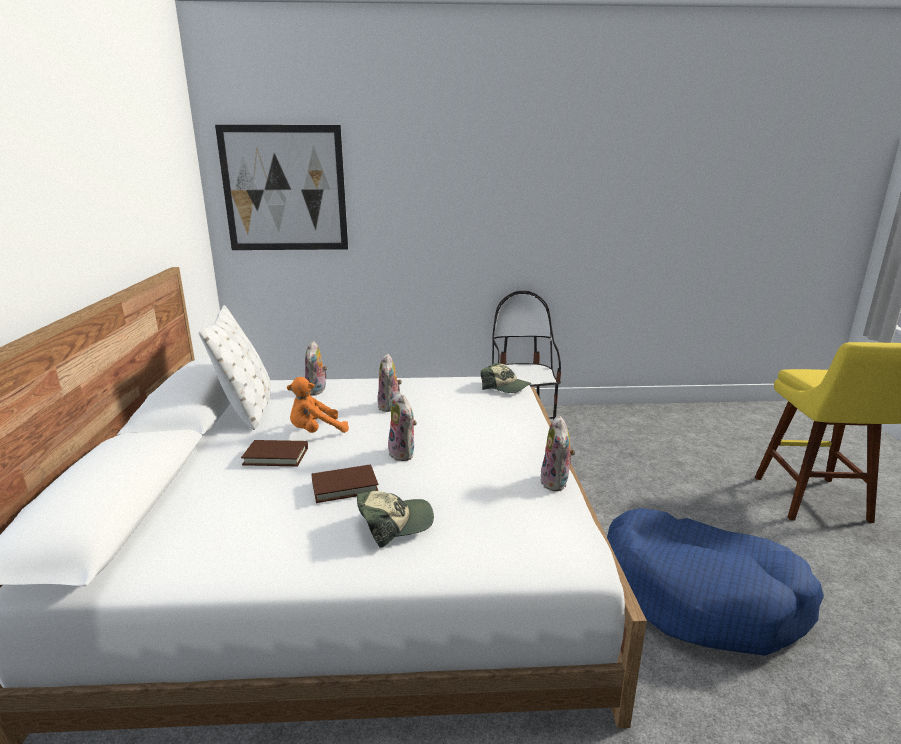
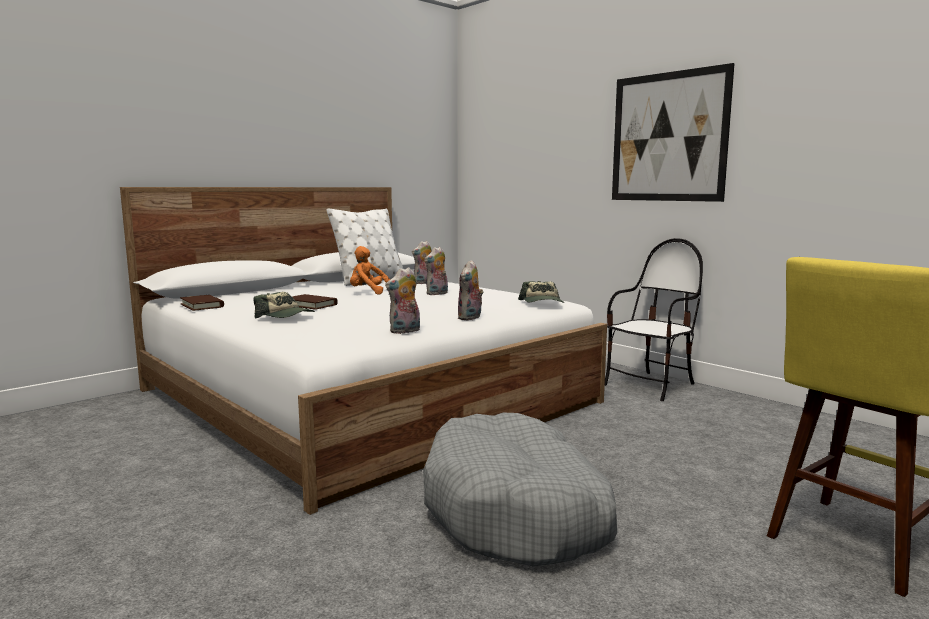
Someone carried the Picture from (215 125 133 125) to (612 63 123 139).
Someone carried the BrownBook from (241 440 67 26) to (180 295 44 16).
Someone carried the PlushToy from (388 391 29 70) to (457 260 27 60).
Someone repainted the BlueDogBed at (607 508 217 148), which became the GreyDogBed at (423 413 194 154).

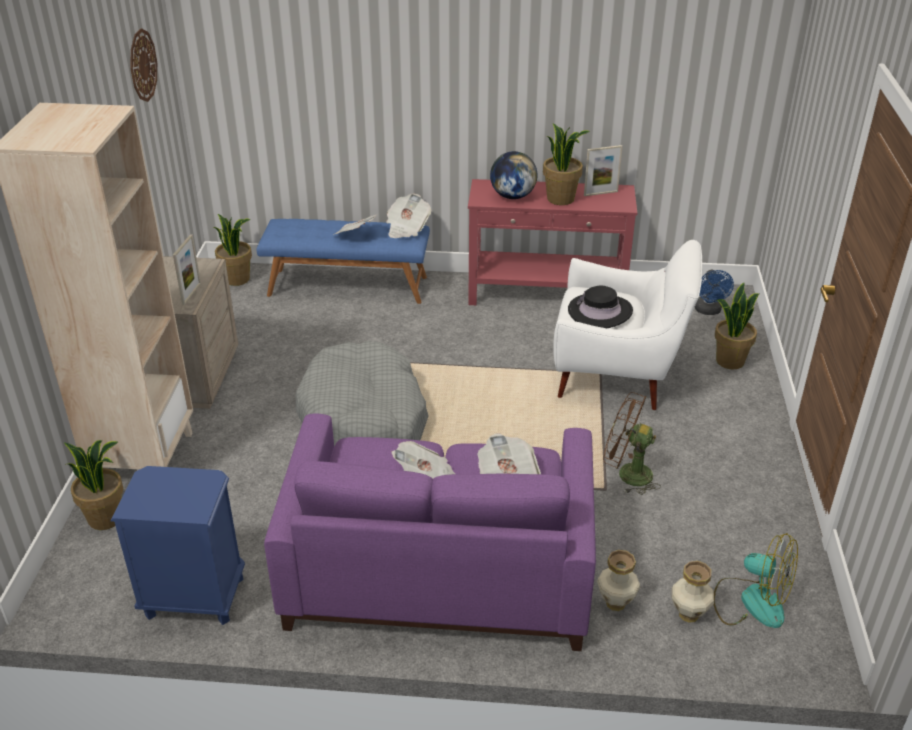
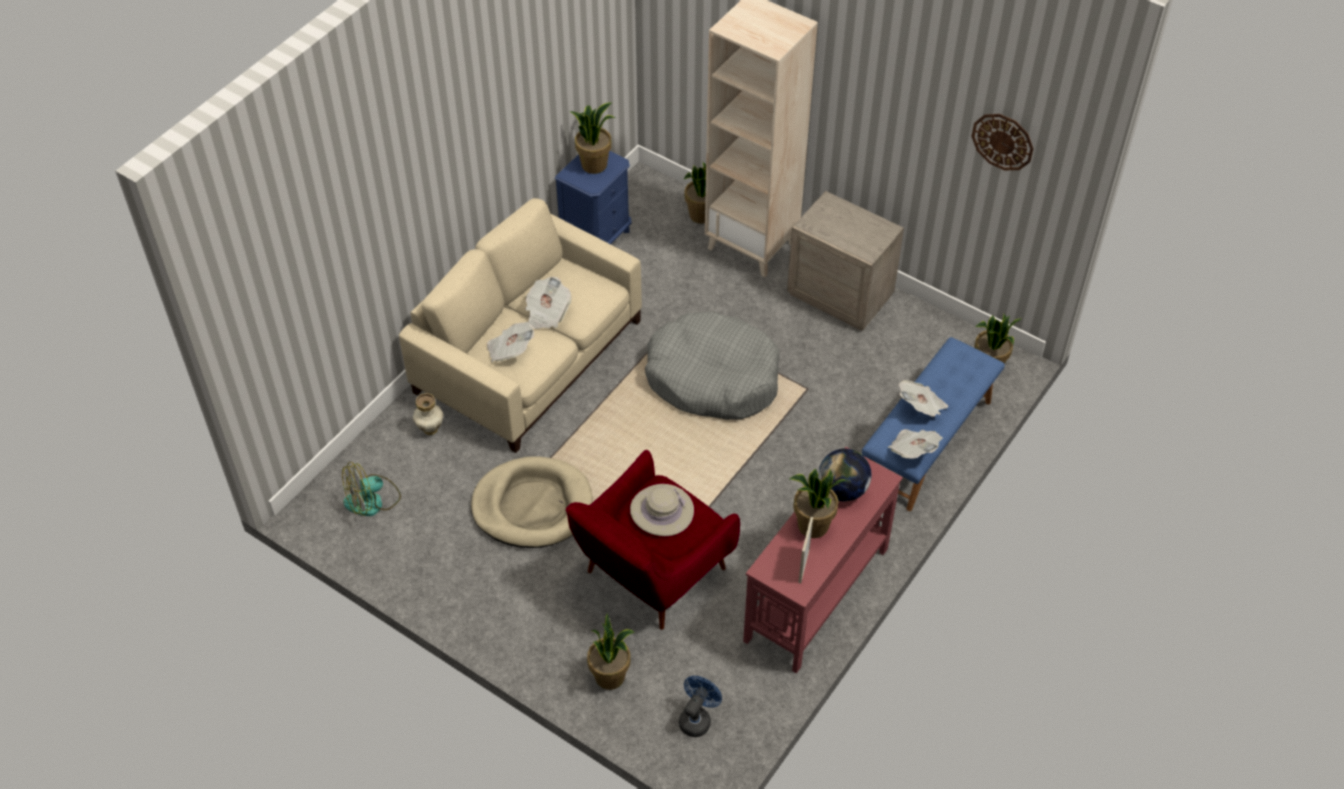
Someone took away the PictureFrame at (173 234 28 71).
Someone repainted the PurpleSofa at (264 414 332 237), which became the BeigeSofa at (399 198 243 255).
Someone repainted the WhiteArmchair at (553 240 149 170), which became the RedArmchair at (566 450 174 180).
Someone repainted the BlackHat at (568 286 65 42), which became the BeigeHat at (630 484 64 52).
Someone swapped the BrownFan at (603 392 58 103) for the BeigeDogBed at (471 456 122 92).
Someone took away the Vase at (672 561 42 62).
Someone rotated the BlueFan at (695 270 39 45) by 90 degrees clockwise.
Someone put down the PottedPlant at (569 102 46 72).

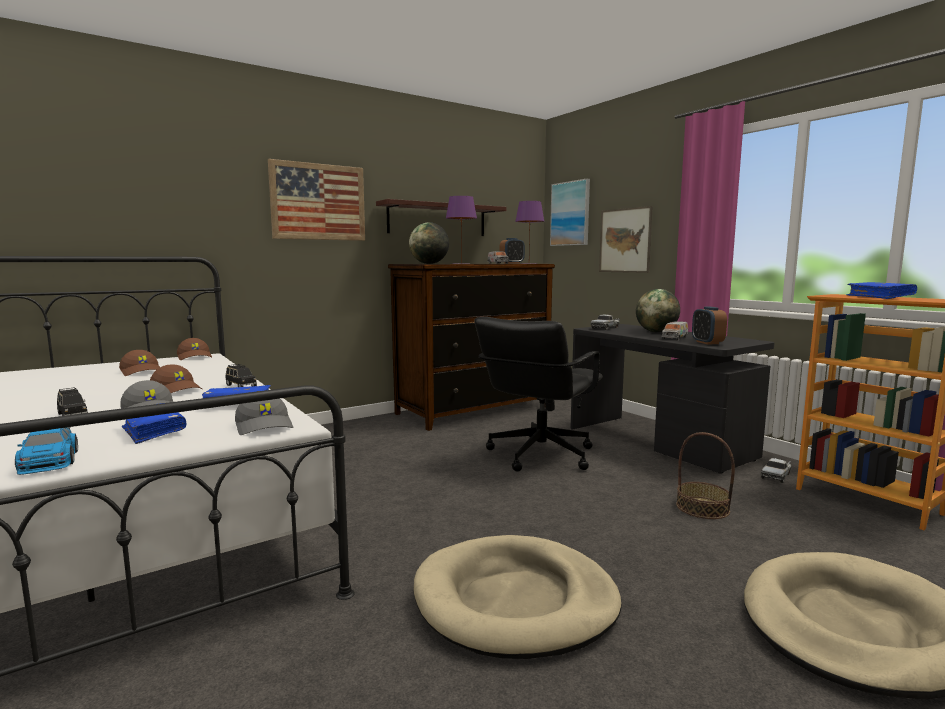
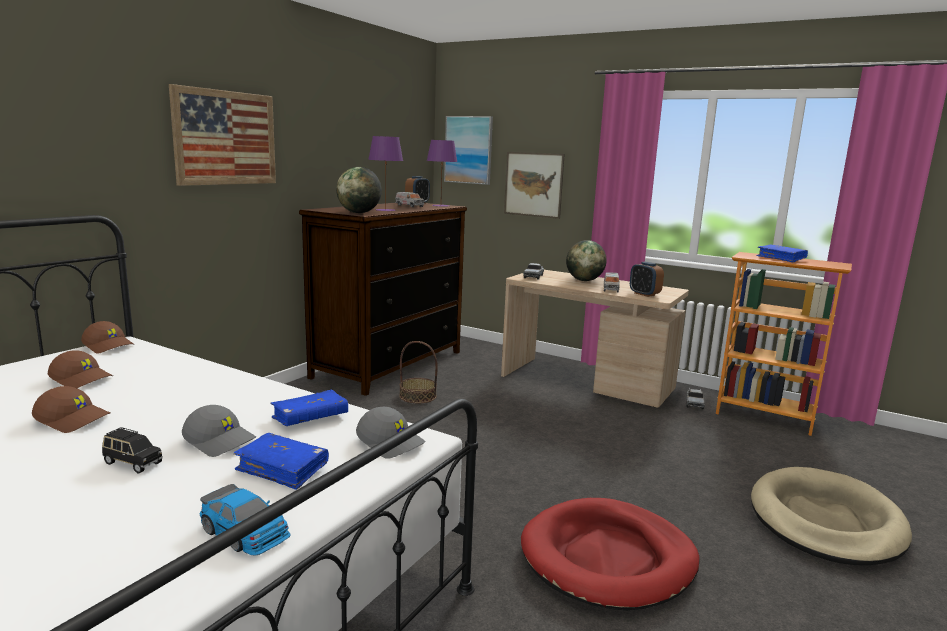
Someone carried the BrownCap from (150 365 52 28) to (32 386 78 47).
Someone took away the BlackToyCar at (226 364 31 23).
Someone took away the Shelf at (376 199 130 37).
Someone repainted the BeigeDogBed at (413 535 209 124), which became the RedDogBed at (521 498 179 113).
Someone took away the BlackOfficeChair at (474 317 128 155).
Someone repainted the BlackDesk at (570 324 204 150), which became the BeigeDesk at (501 270 188 137).
Someone carried the Basket from (676 432 59 87) to (399 341 39 62).

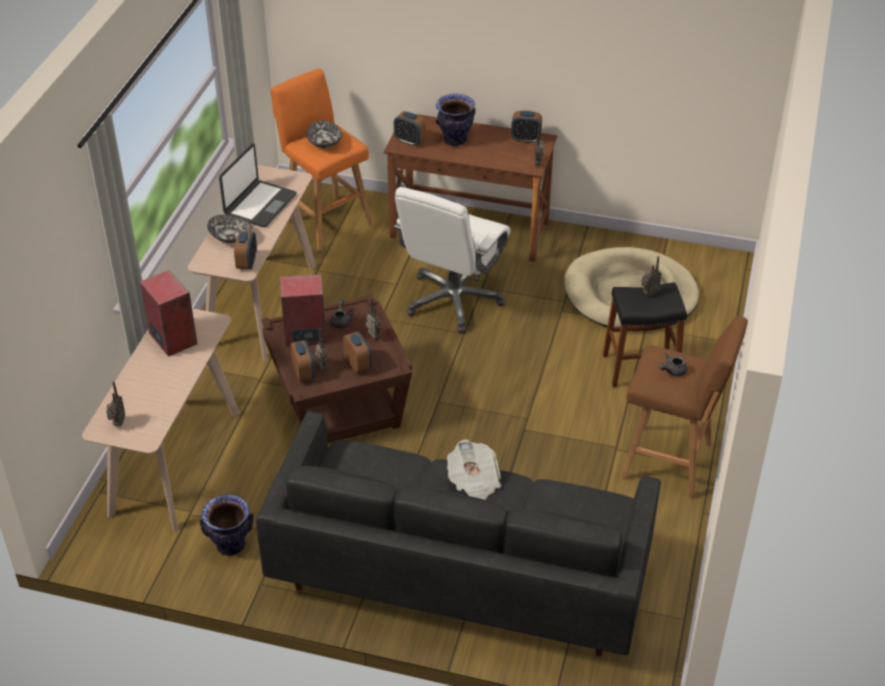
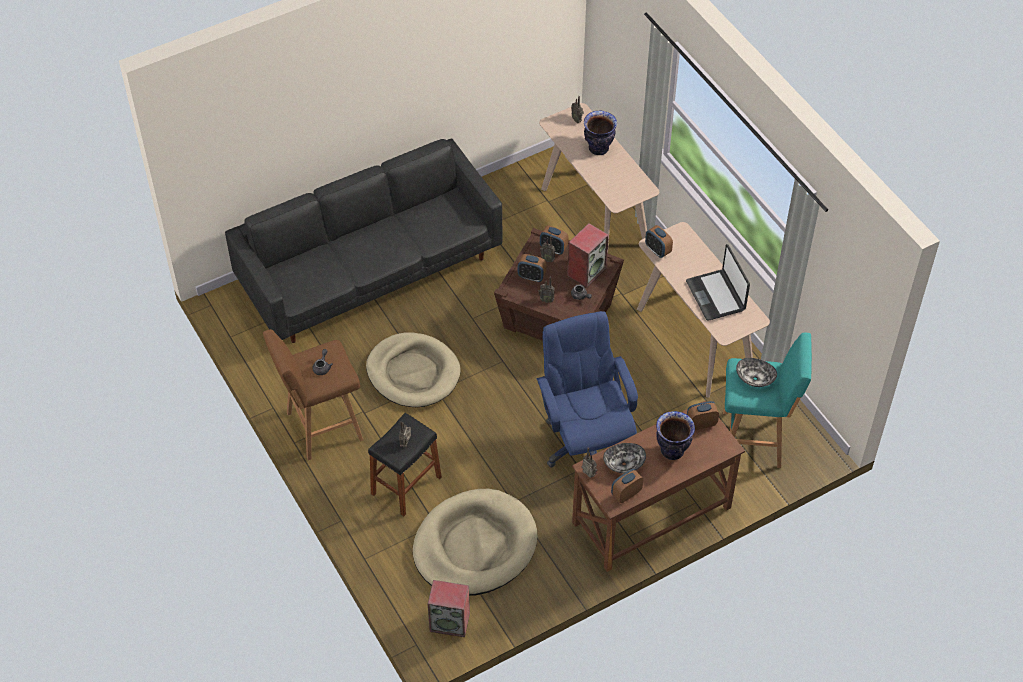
Someone carried the Speaker from (140 270 58 87) to (428 580 42 57).
Someone carried the Vase from (200 494 54 62) to (584 110 33 45).
Someone carried the Bowl from (207 215 45 28) to (603 443 43 30).
Someone repainted the OrangeStool at (270 69 103 182), which became the TurquoiseStool at (723 333 89 135).
Someone repainted the WhiteOfficeChair at (394 187 116 146), which became the BlueOfficeChair at (536 311 102 157).
Someone took away the Newspaper at (447 439 54 61).
Someone put down the BeigeDogBed at (366 332 94 75).

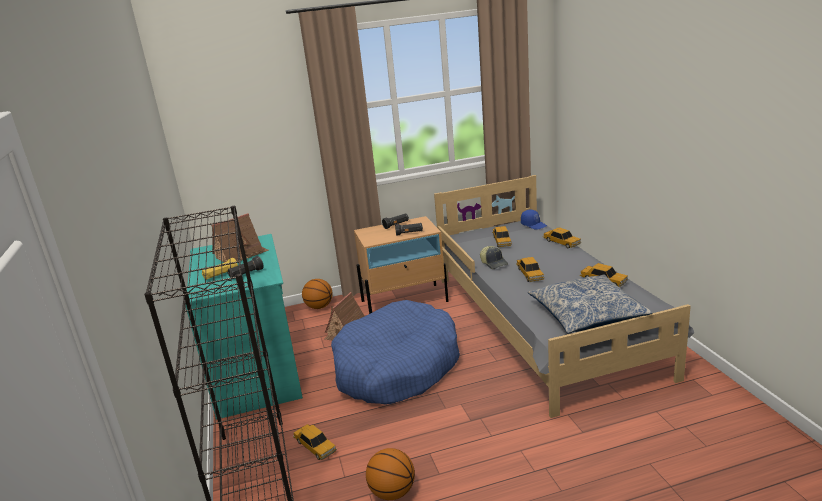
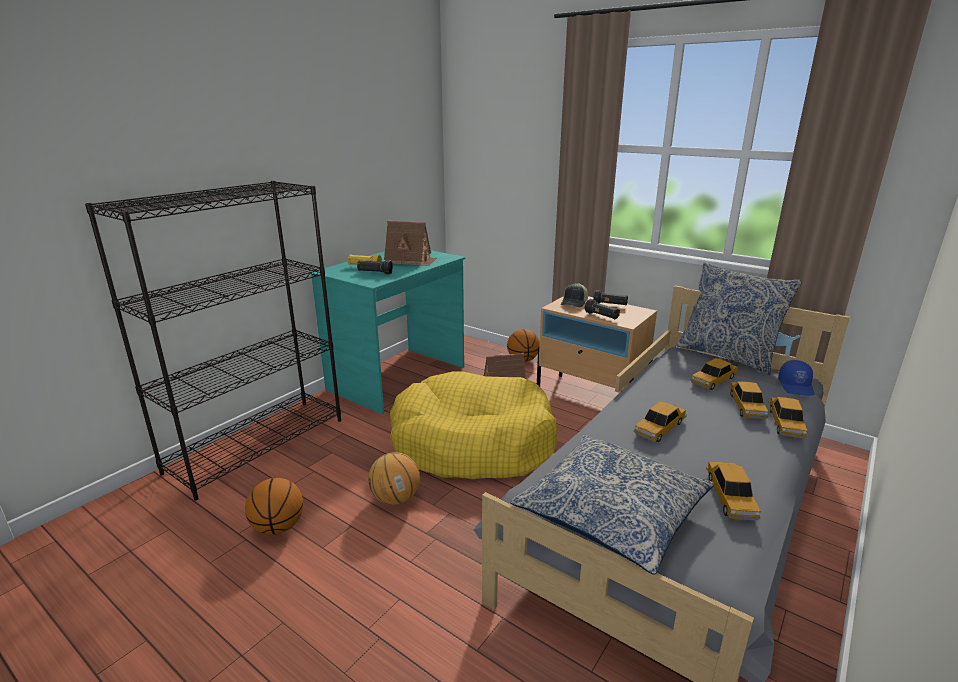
Someone carried the ToyCar from (293 424 44 36) to (729 382 39 37).
Someone repainted the BlueDogBed at (331 300 129 104), which became the YellowDogBed at (390 371 167 108).
Someone carried the Cap from (480 246 28 23) to (561 283 27 24).
Someone put down the Basketball at (368 452 52 53).
Someone put down the Pillow at (676 262 126 113).

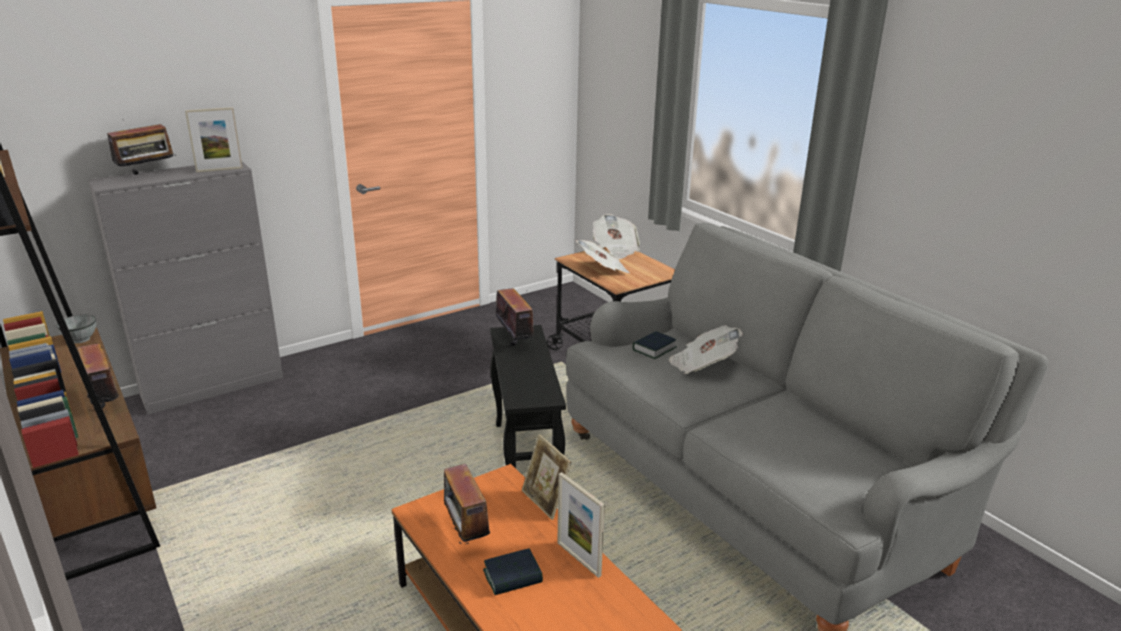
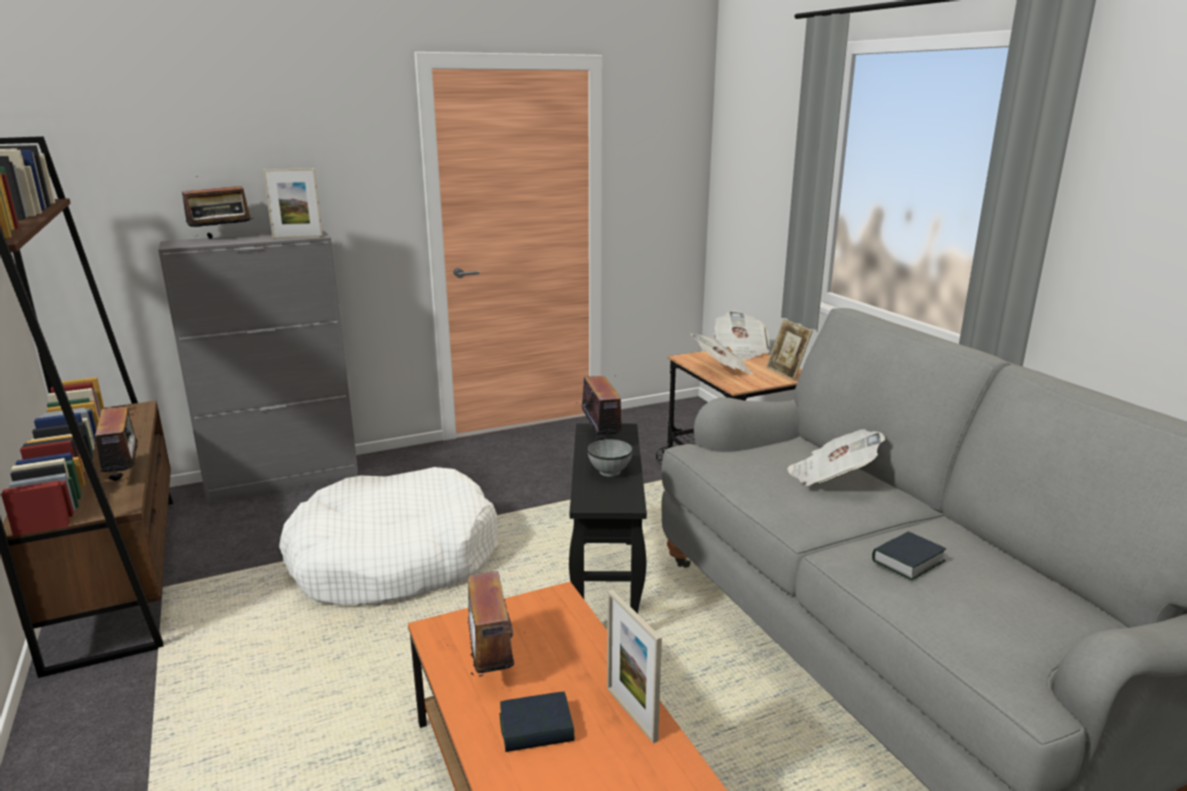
Someone carried the GreyBowl from (57 315 39 28) to (587 439 46 38).
Someone carried the PictureFrame from (522 434 49 86) to (766 319 47 62).
Someone carried the Book from (633 331 44 28) to (872 531 74 49).
Someone put down the WhiteDogBed at (279 467 219 139).

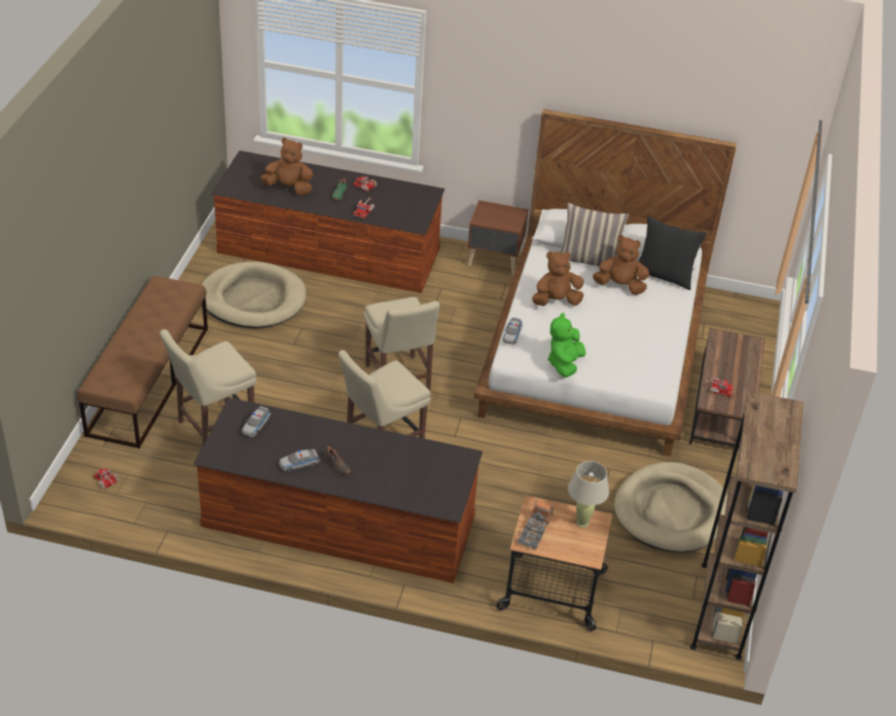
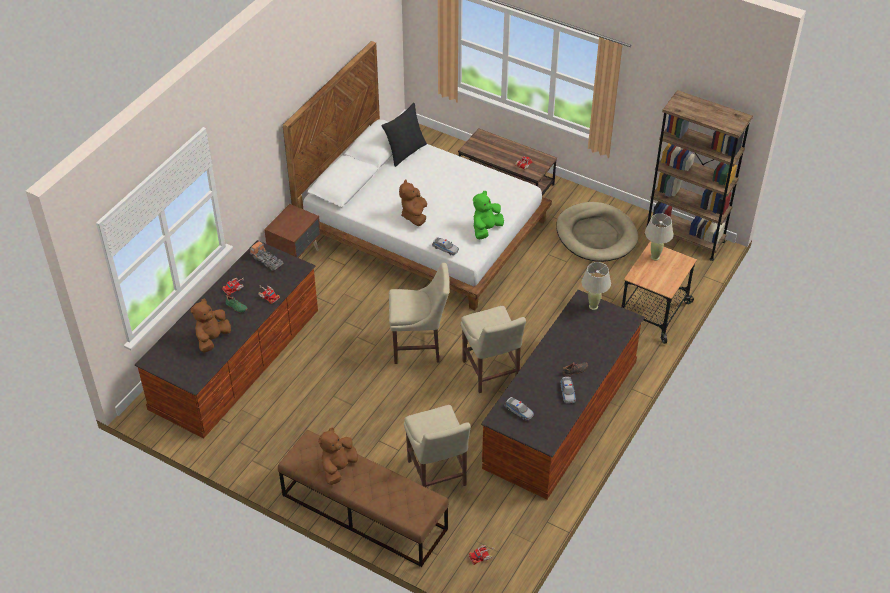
Someone took away the BeigeDogBed at (201 261 105 67).
Someone carried the ToyTruck from (518 501 36 48) to (250 241 34 30).
Someone rotated the GreenPlushToy at (548 313 38 65) by 90 degrees clockwise.
Someone took away the Pillow at (560 202 69 64).
Someone carried the BrownPlushToy from (593 235 56 60) to (318 427 40 58).
Someone put down the BeigeTableLamp at (582 262 29 48).

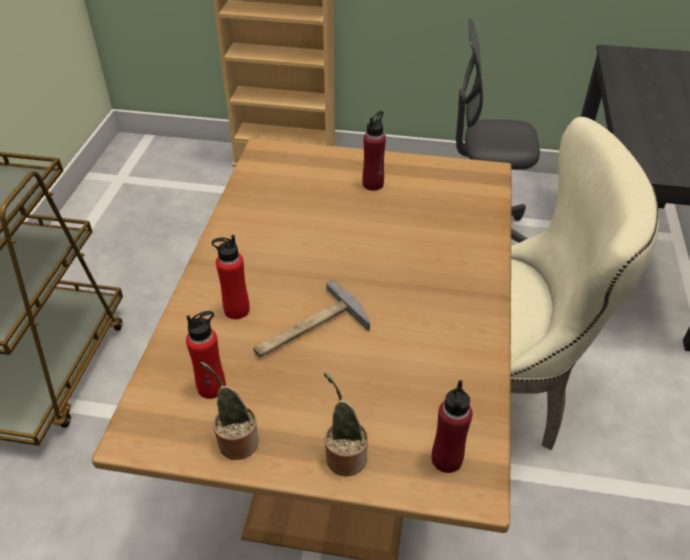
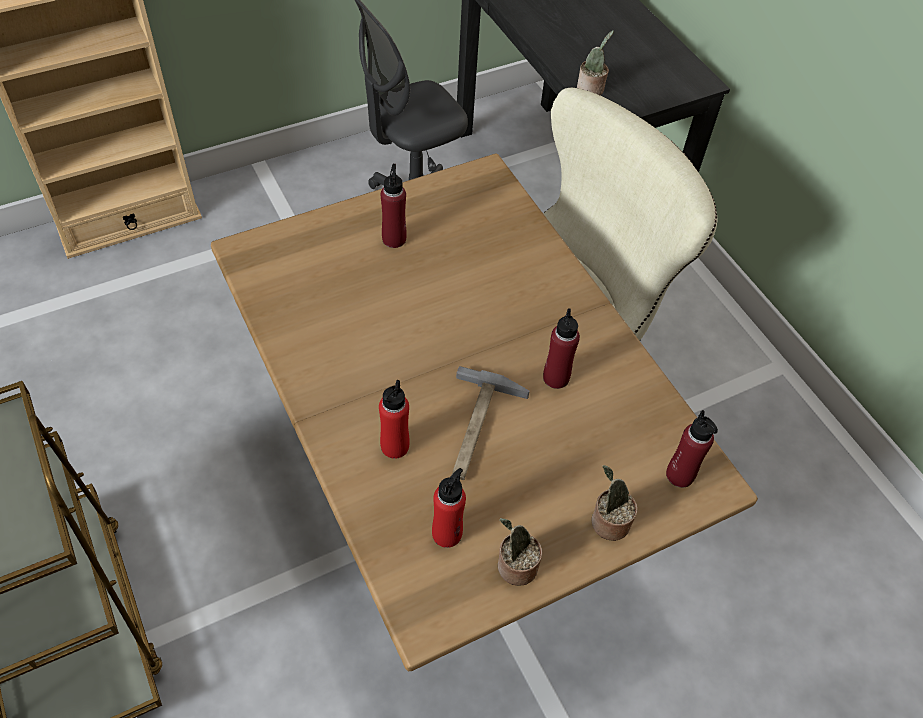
Someone put down the RedBottle at (543 309 37 80).
Someone put down the PottedPlant at (577 30 37 65).

